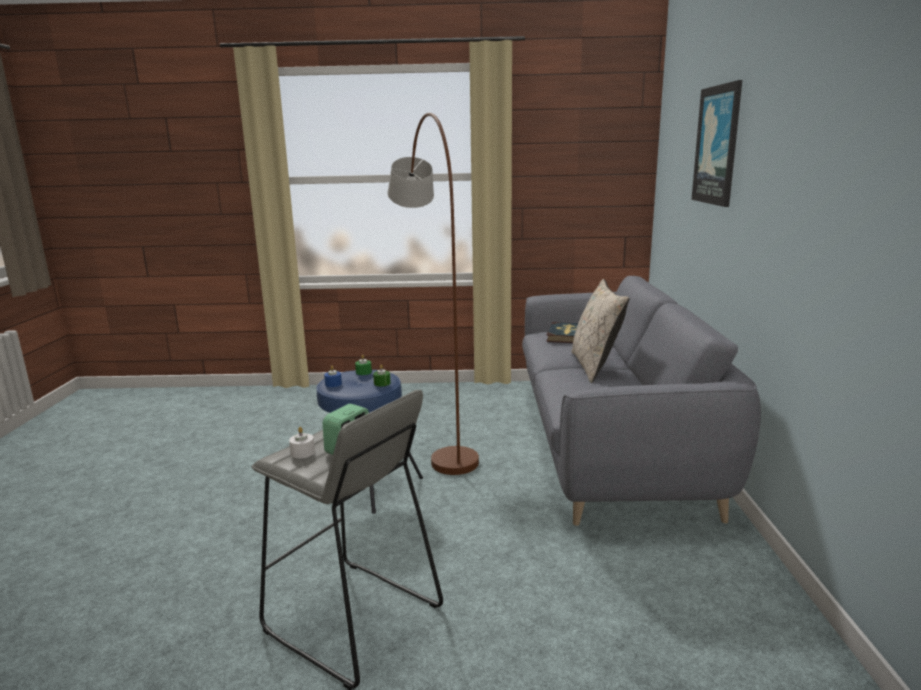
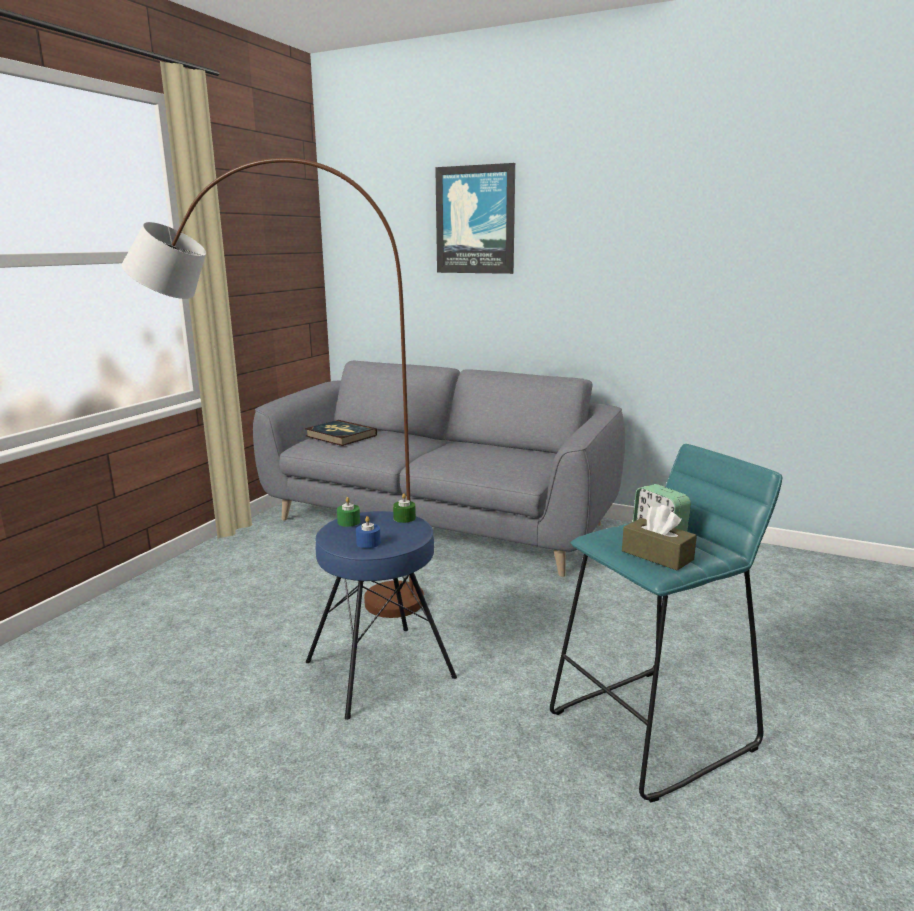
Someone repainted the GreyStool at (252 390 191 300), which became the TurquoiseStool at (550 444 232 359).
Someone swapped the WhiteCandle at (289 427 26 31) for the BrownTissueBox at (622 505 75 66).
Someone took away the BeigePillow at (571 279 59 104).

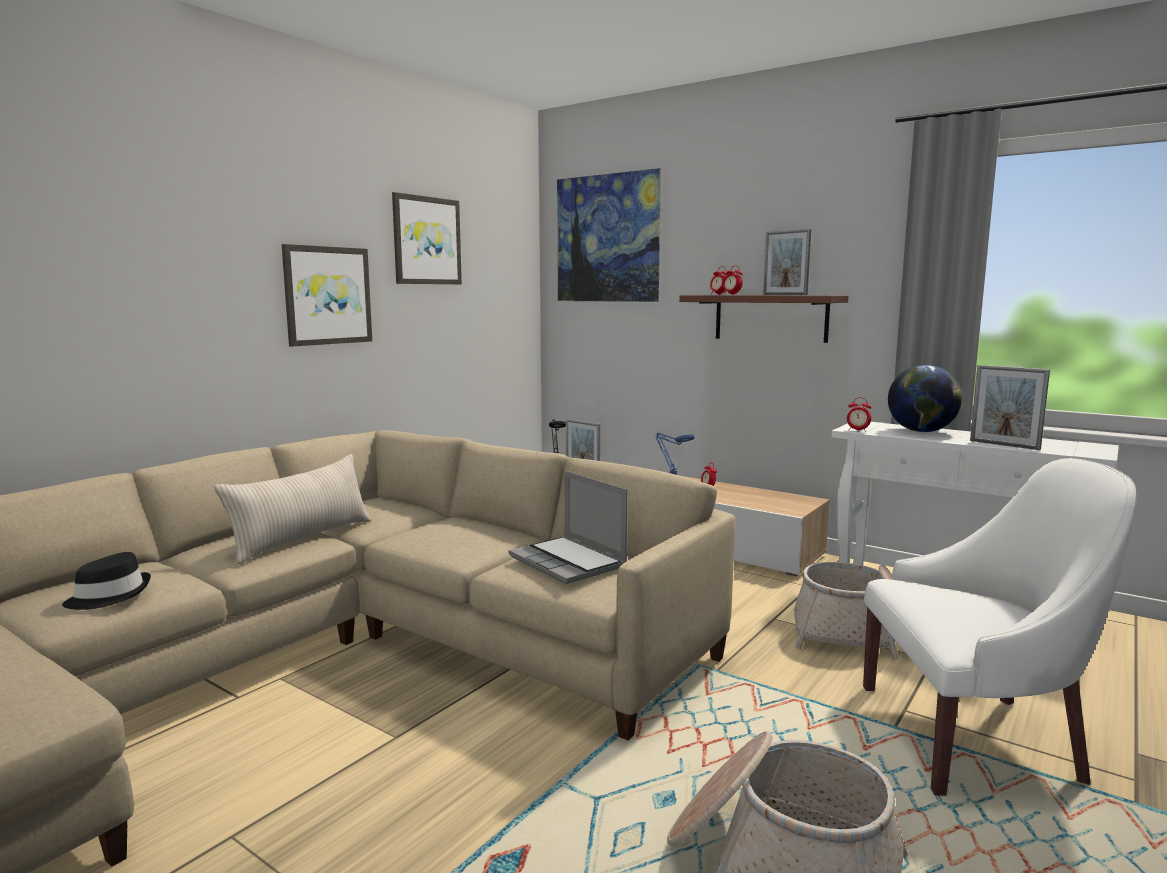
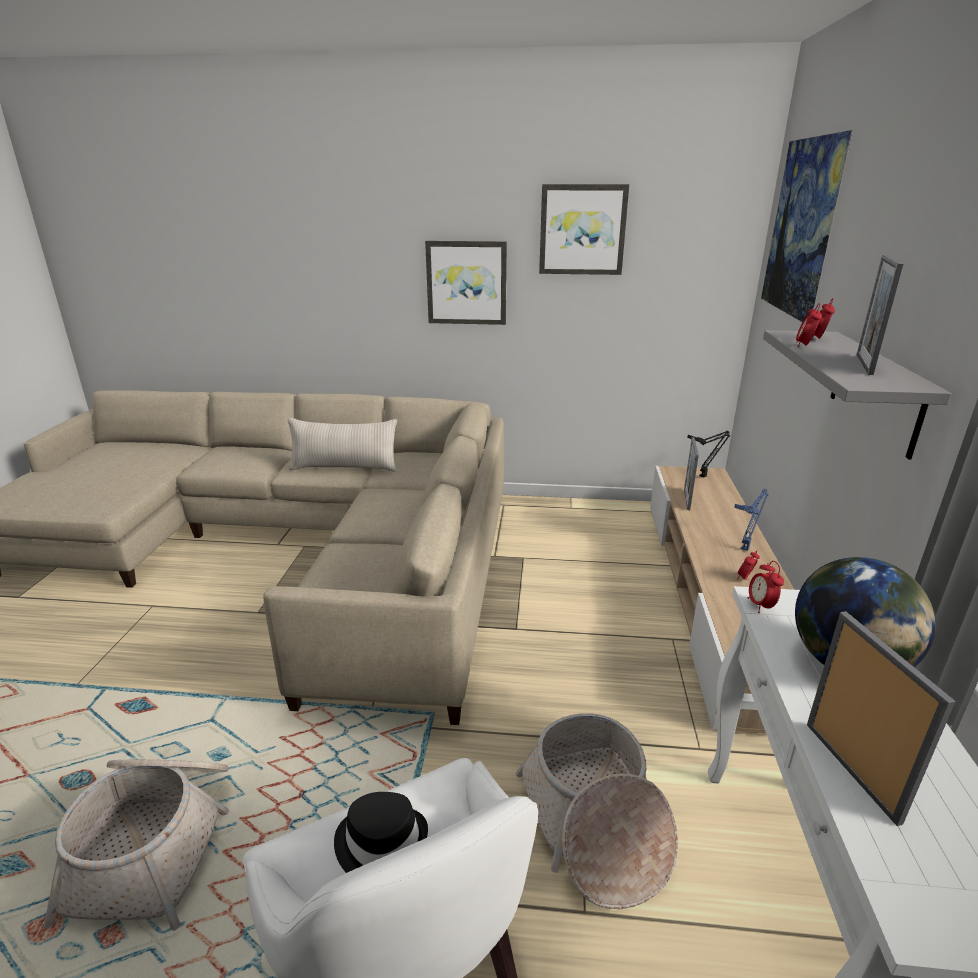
Someone carried the BlackHat from (62 552 89 58) to (334 792 94 81).
Someone took away the Laptop at (509 471 118 113).
Someone repainted the BrownShelf at (679 295 169 48), which became the GreyShelf at (763 330 189 130).
Someone rotated the PictureFrame at (970 365 80 85) by 150 degrees clockwise.

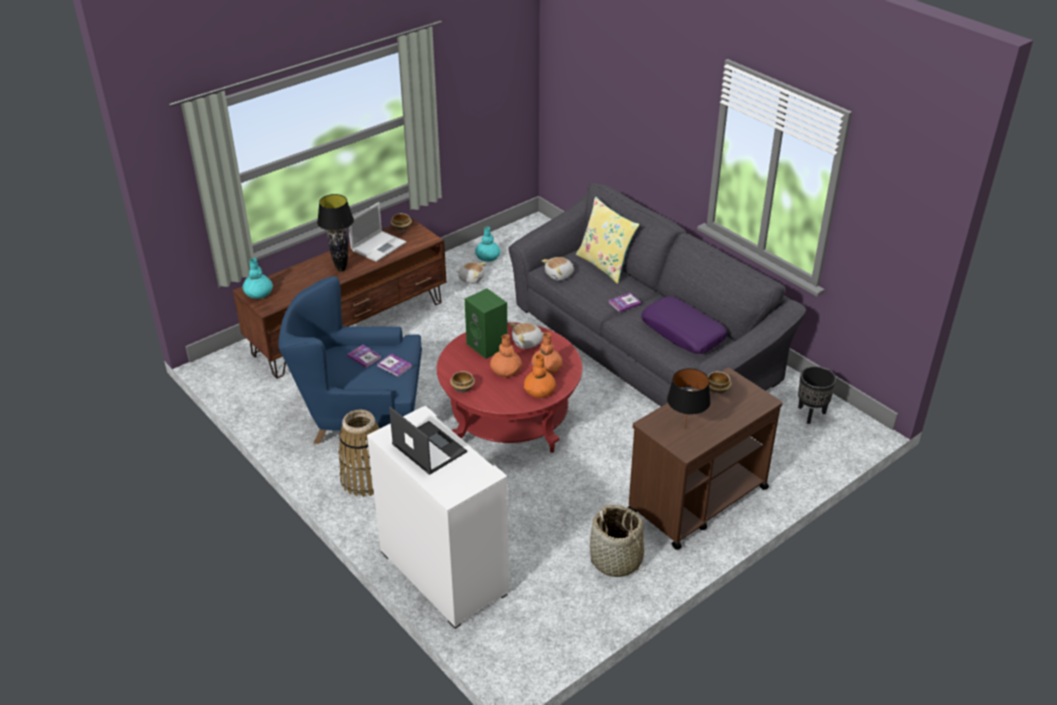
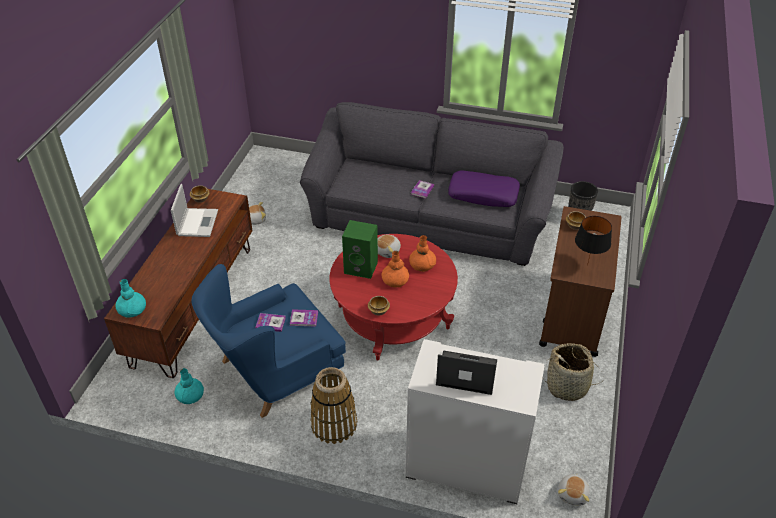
Someone took away the BlackTableLamp at (317 194 37 77).
Someone carried the TurquoiseVase from (475 226 25 36) to (175 368 29 36).
Someone took away the OrangeVase at (524 354 32 44).
Someone carried the PlushToy from (542 257 32 23) to (558 474 32 32).
Someone took away the YellowPillow at (576 197 64 87).

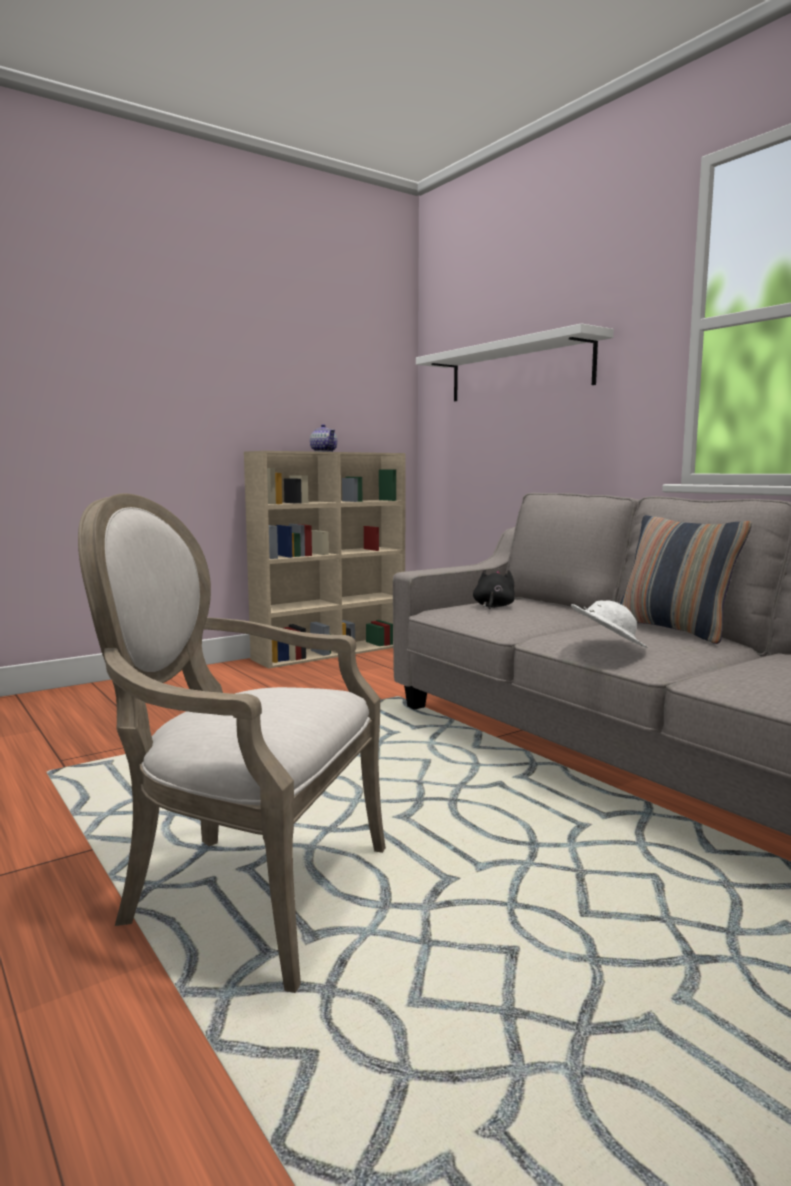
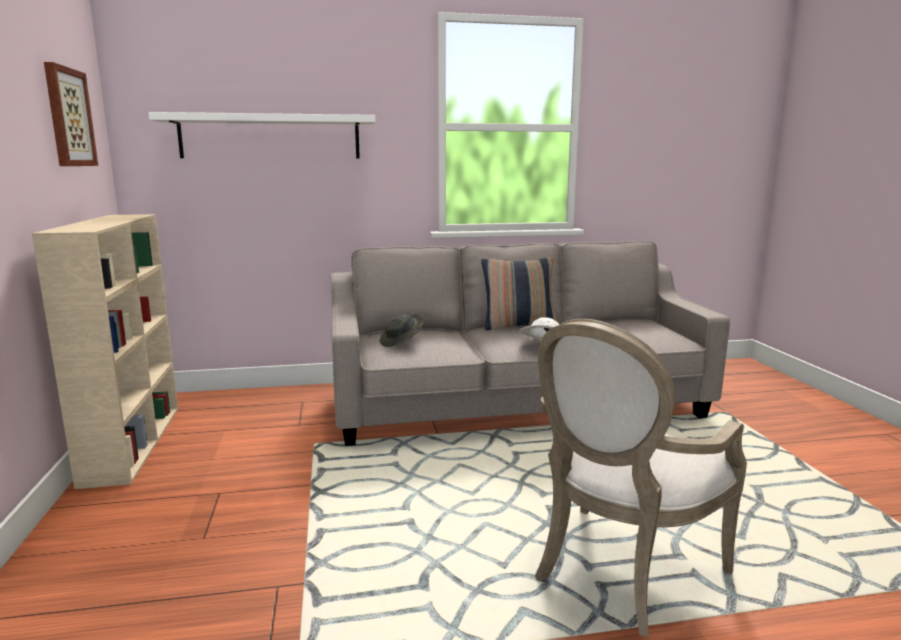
Someone took away the Teapot at (310 424 27 28).
Someone swapped the BlackPlushToy at (473 570 42 40) for the GreyHat at (379 314 45 33).
Someone put up the Picture at (44 62 54 104).

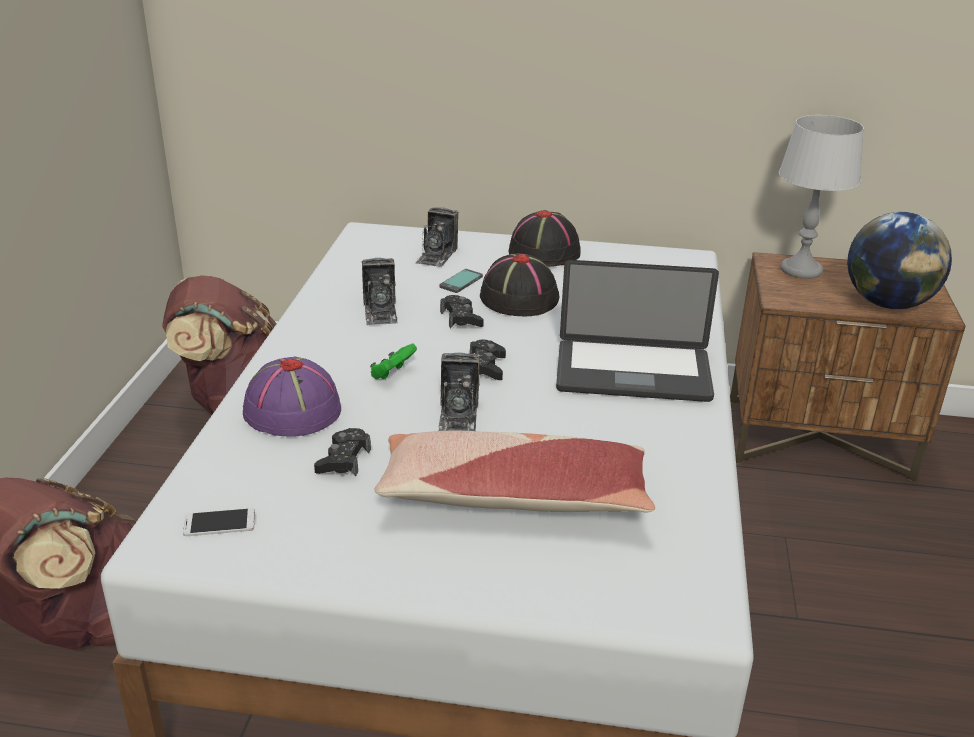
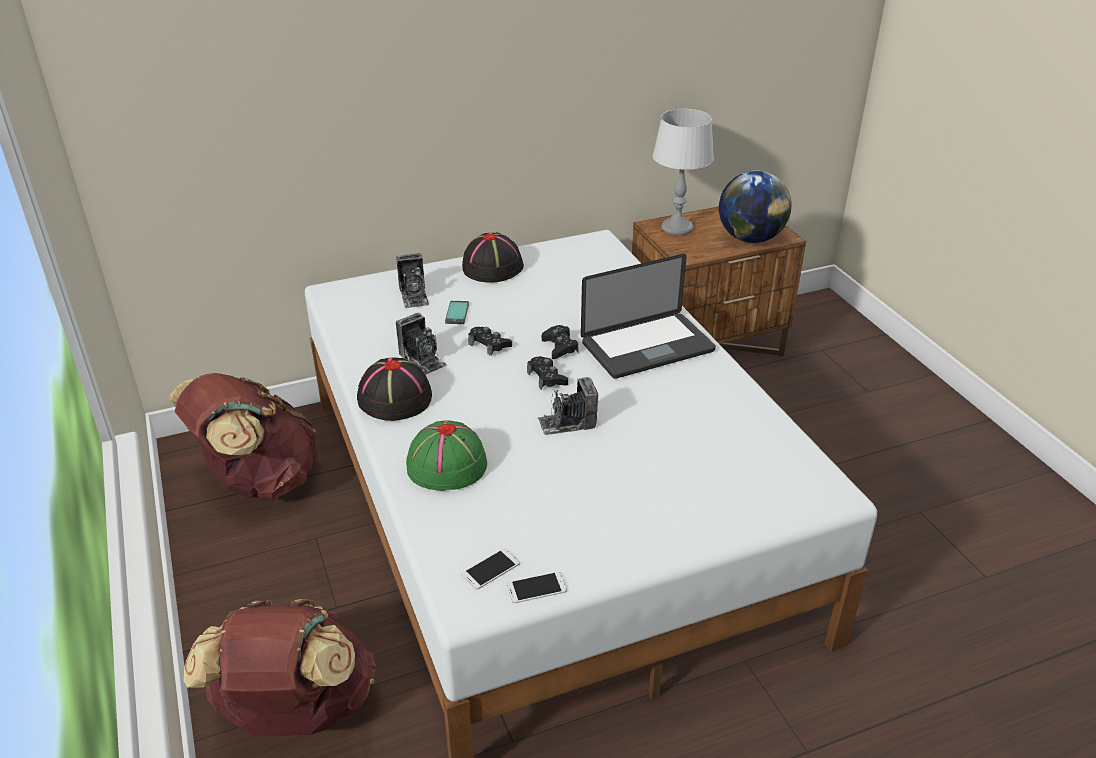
Someone repainted the PurpleHat at (243 356 98 81), which became the GreenHat at (406 420 81 71).
Someone carried the BlackGameController from (314 428 57 48) to (542 325 36 34).
Someone took away the GreenGameController at (370 343 47 37).
Someone took away the Pillow at (375 430 280 83).
Someone rotated the PhotoCamera at (439 353 41 78) by 105 degrees clockwise.
Someone carried the BlackHat from (480 253 80 63) to (357 358 75 63).
Someone put down the Phone at (507 572 60 31).

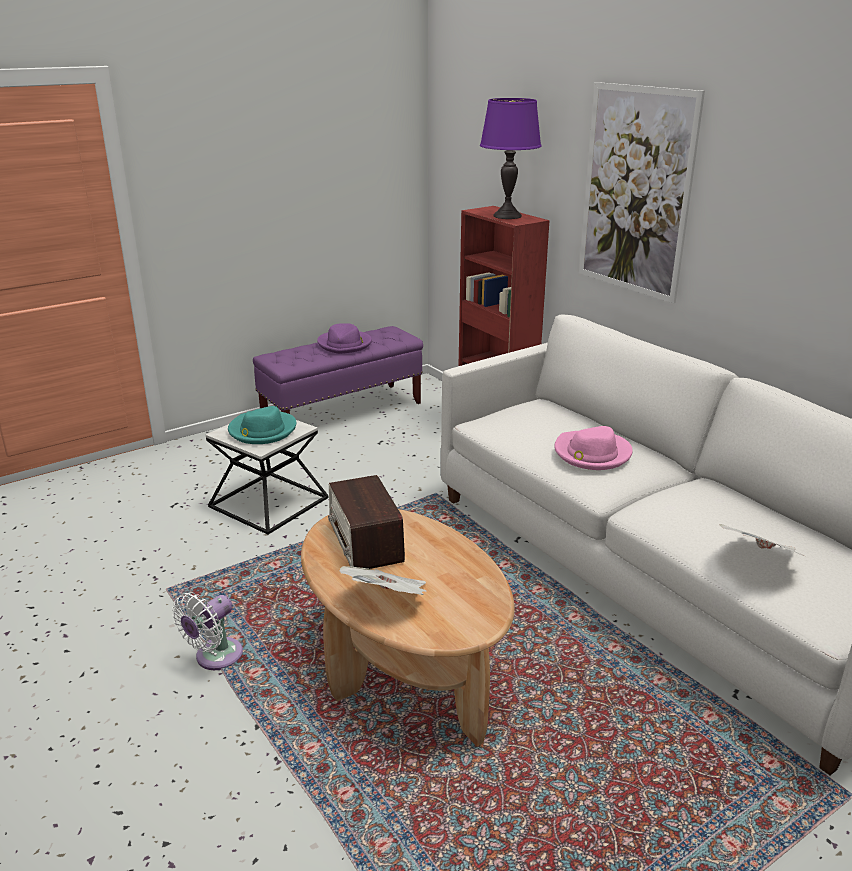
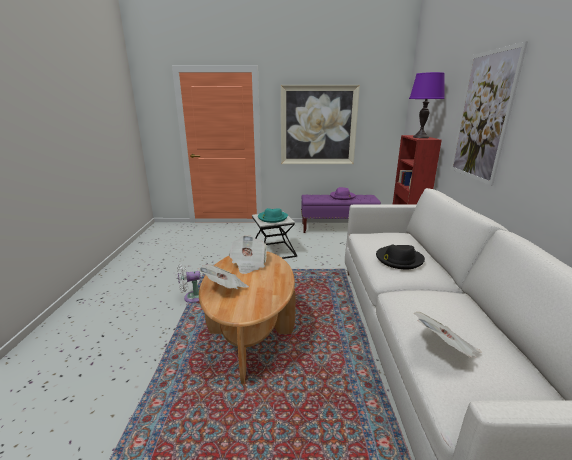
Someone swapped the Radio at (328 475 77 94) for the Newspaper at (229 235 38 39).
Someone repainted the PinkHat at (554 426 79 44), which became the BlackHat at (376 244 49 25).
Someone put up the Picture at (281 85 79 79).

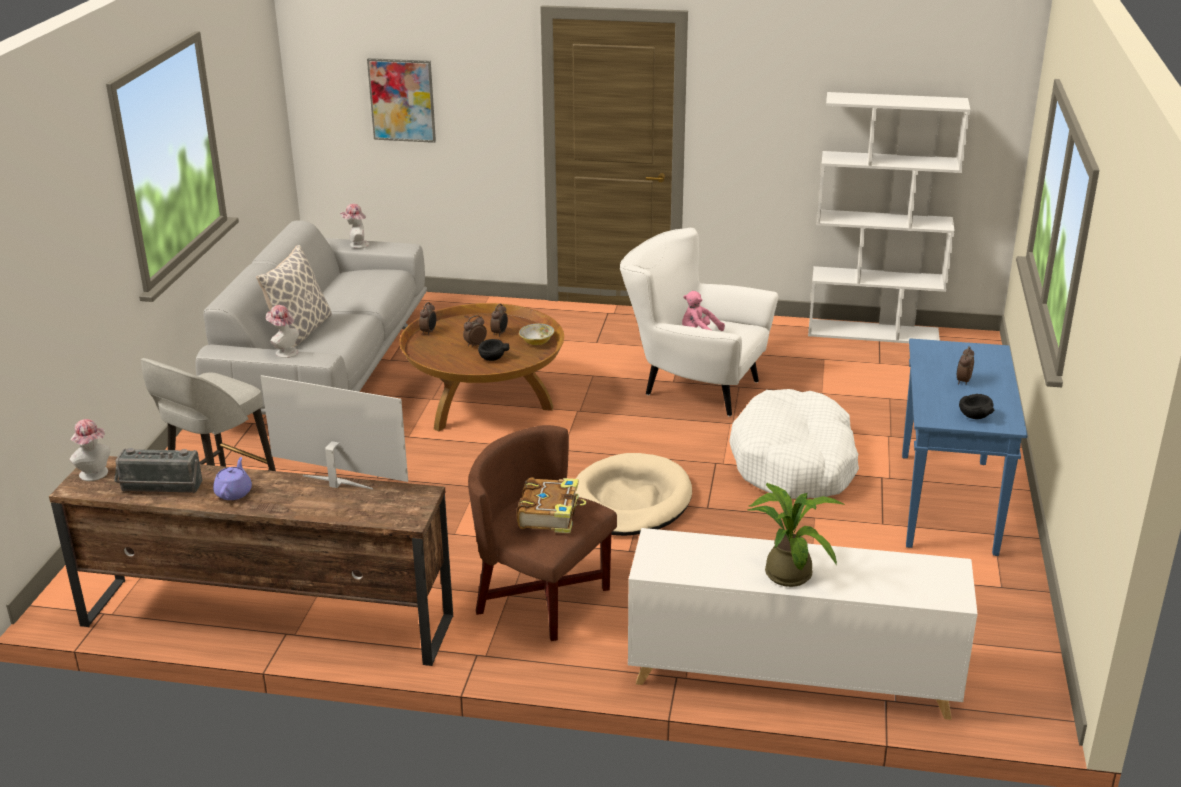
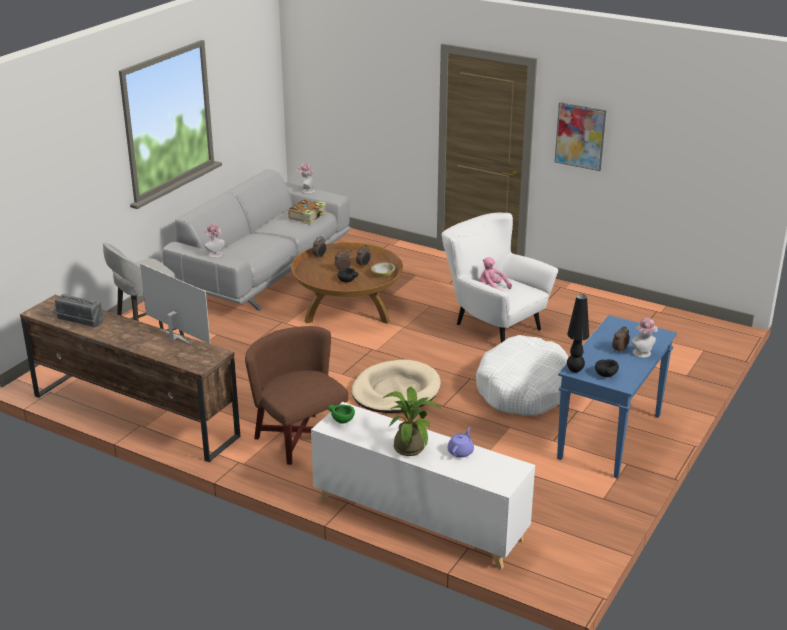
Someone carried the Hat from (70 419 40 62) to (631 318 27 40).
Someone carried the PurpleTeapot from (213 457 39 43) to (448 427 26 31).
Someone took away the Pillow at (256 245 76 103).
Someone carried the Picture from (367 58 69 85) to (555 102 51 69).
Someone carried the Book from (517 477 69 56) to (288 199 39 26).
Someone took away the WhiteBookcase at (808 92 162 251).
Someone put down the GreenBowl at (328 404 27 20).
Someone put down the BlackTableLamp at (567 294 22 79).

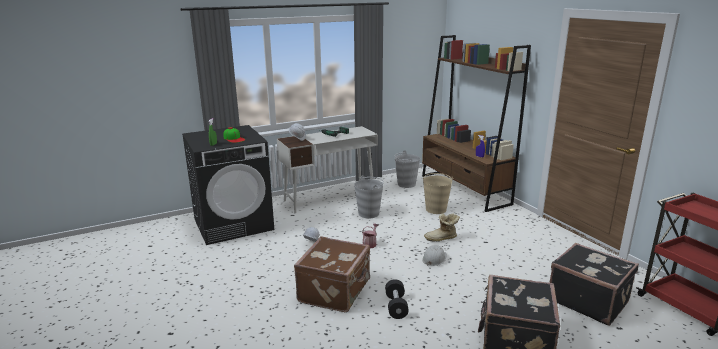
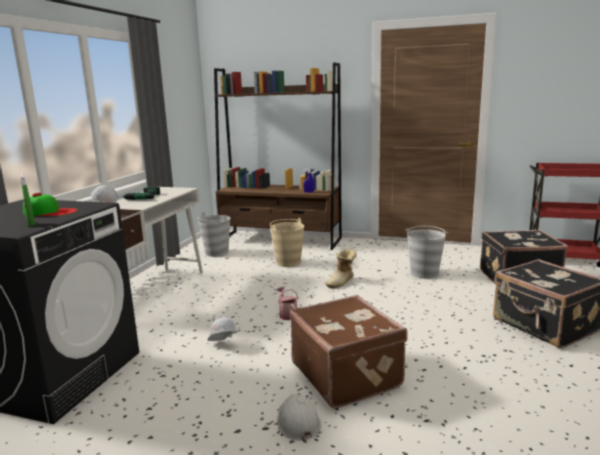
Someone carried the GreyBucket from (354 175 30 43) to (406 226 42 53).
Someone took away the BlackDumbbell at (385 279 24 40).
Someone carried the WhiteHardHat from (422 245 25 21) to (277 394 44 49).

